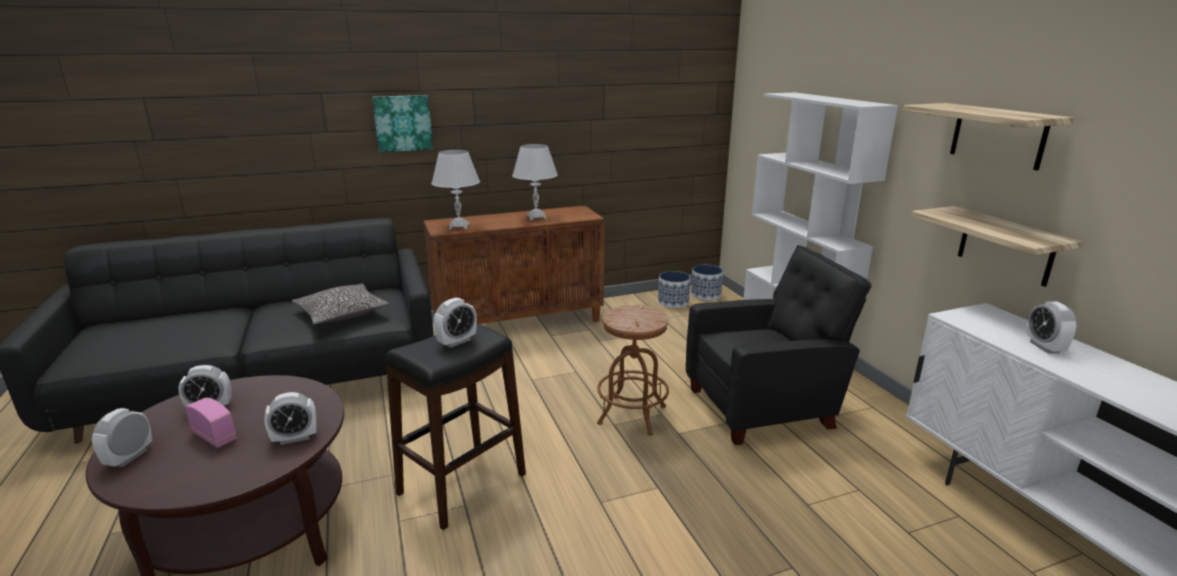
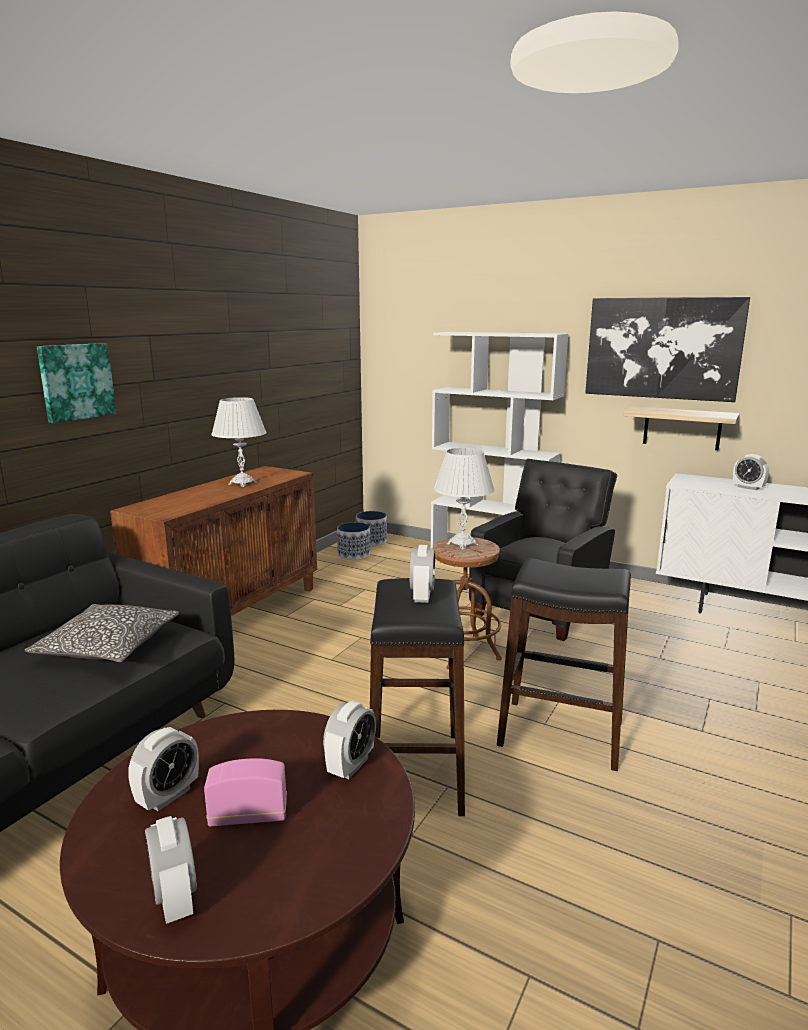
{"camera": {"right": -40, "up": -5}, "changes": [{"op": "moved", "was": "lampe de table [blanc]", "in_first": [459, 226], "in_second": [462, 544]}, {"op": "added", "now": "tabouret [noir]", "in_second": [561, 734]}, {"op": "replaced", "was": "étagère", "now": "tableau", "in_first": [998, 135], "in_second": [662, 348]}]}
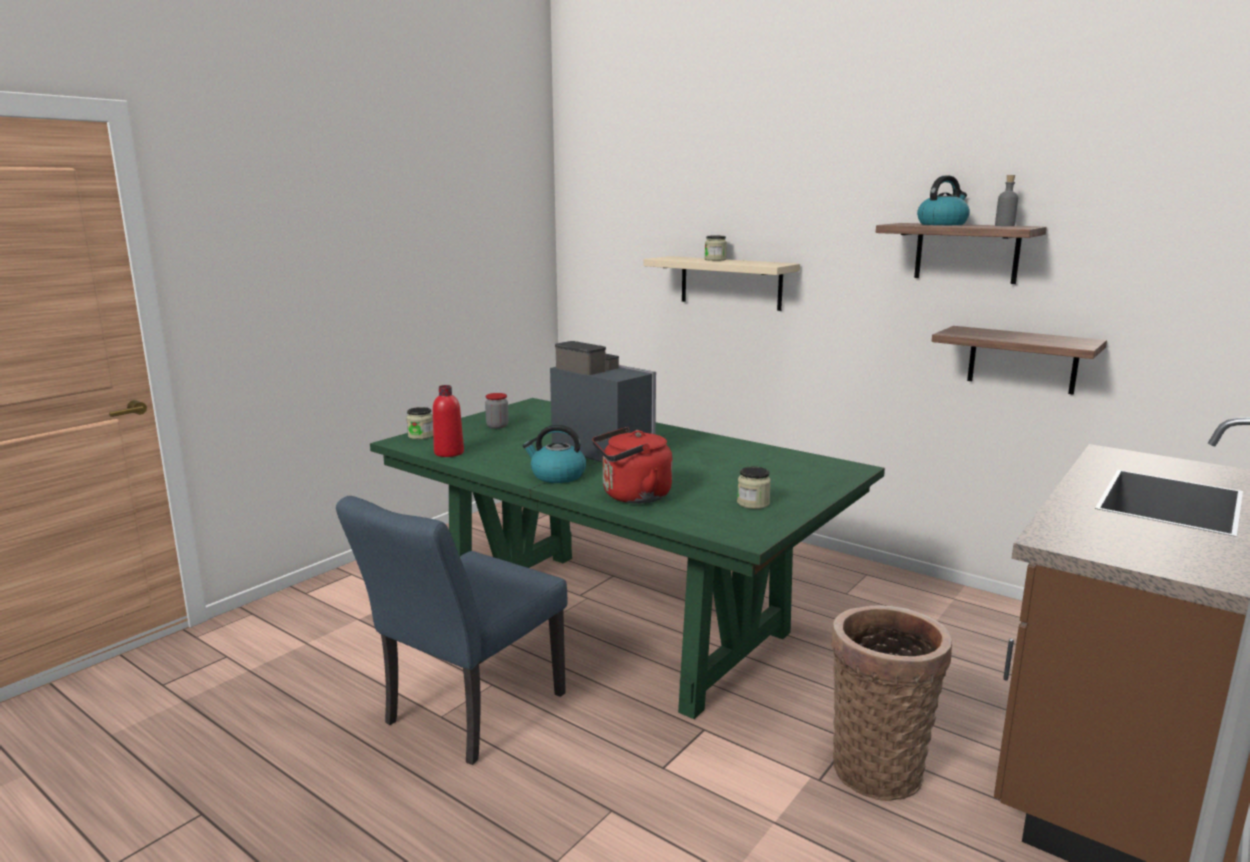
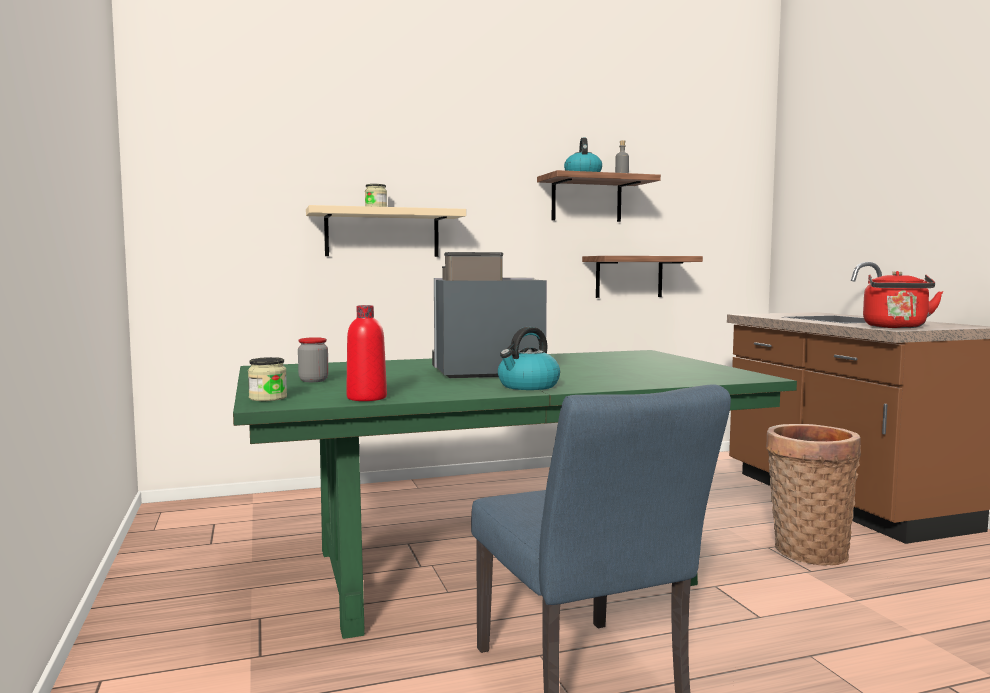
{"camera": {"right": -55, "up": -10}, "changes": [{"op": "moved", "was": "bouilloire [rouge]", "in_first": [632, 496], "in_second": [896, 327]}, {"op": "removed", "was": "bocal", "in_first": [753, 503]}]}
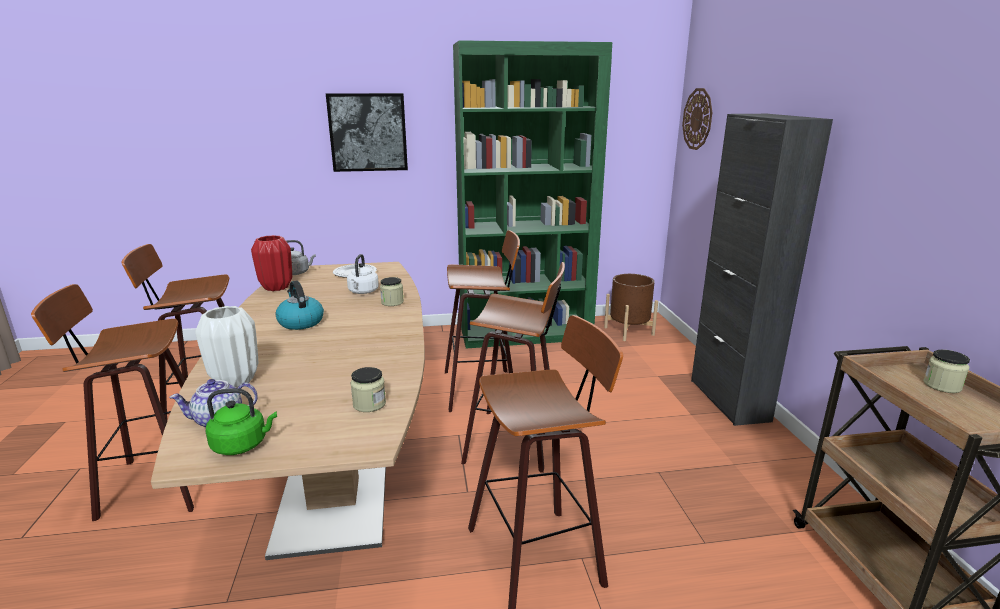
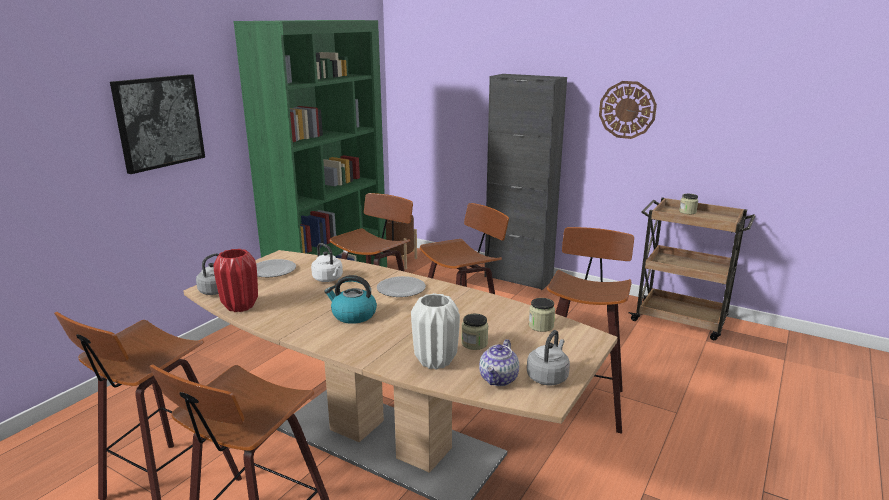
{"camera": {"right": -50, "up": 0}, "changes": [{"op": "added", "now": "assiette", "in_second": [401, 289]}, {"op": "moved", "was": "bocal", "in_first": [392, 302], "in_second": [474, 343]}, {"op": "recoloured", "was": "bouilloire [vert]", "now": "bouilloire [gris]", "in_first": [242, 445], "in_second": [548, 377]}, {"op": "moved", "was": "horloge murale", "in_first": [697, 119], "in_second": [627, 110]}]}
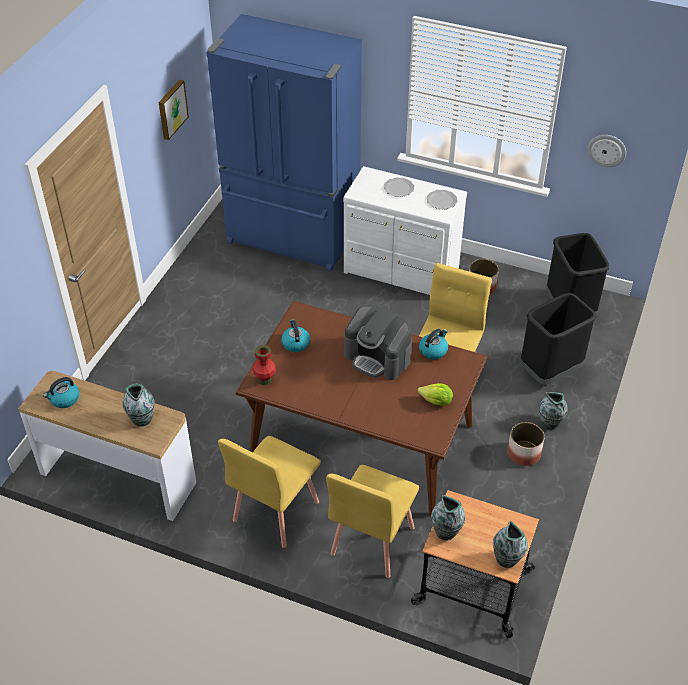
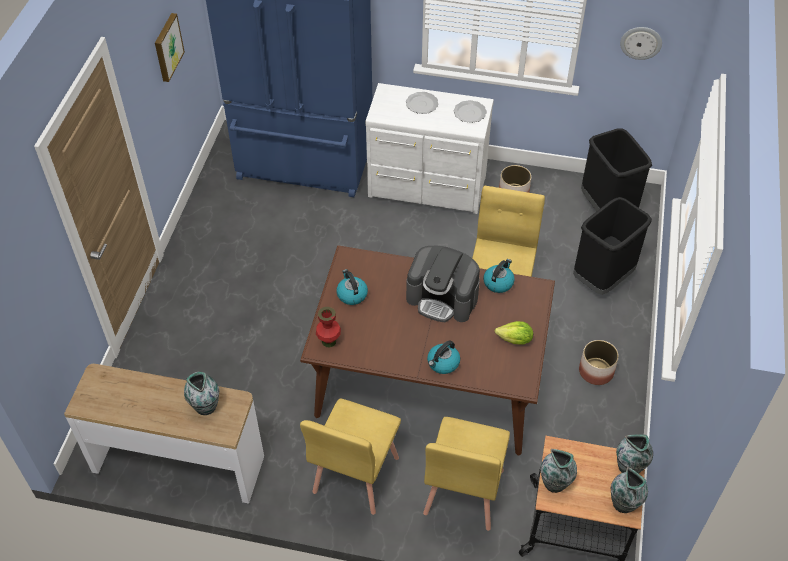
{"camera": {"right": -10, "up": 5}, "changes": [{"op": "moved", "was": "bouilloire", "in_first": [64, 399], "in_second": [443, 363]}, {"op": "moved", "was": "vase", "in_first": [550, 423], "in_second": [629, 467]}]}
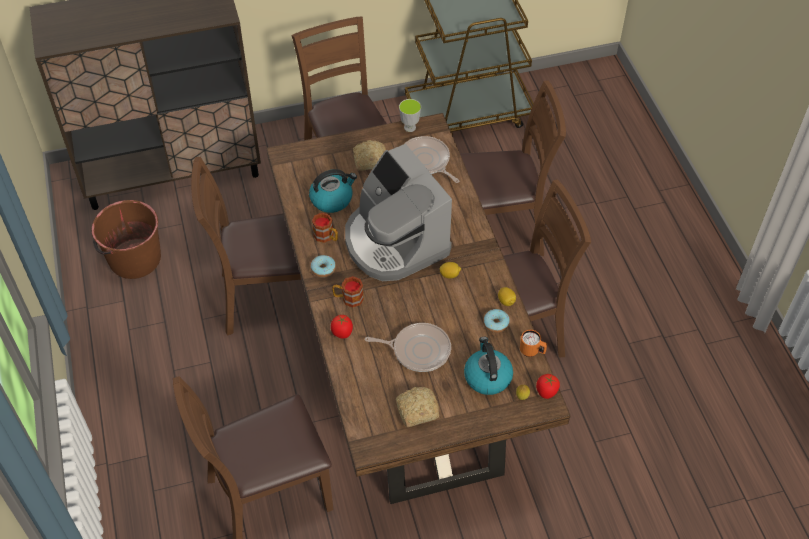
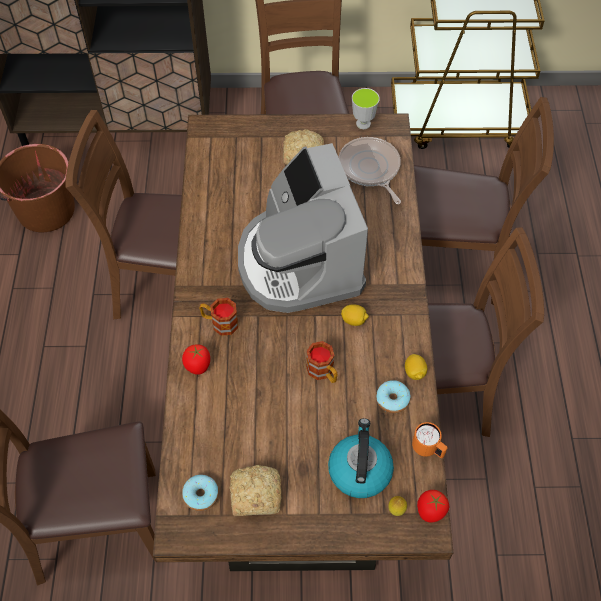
{"camera": {"right": 15, "up": 5}, "changes": [{"op": "moved", "was": "beignet", "in_first": [323, 269], "in_second": [201, 495]}, {"op": "moved", "was": "mug", "in_first": [326, 237], "in_second": [323, 372]}, {"op": "removed", "was": "bouilloire", "in_first": [332, 199]}, {"op": "removed", "was": "poêle", "in_first": [418, 350]}]}
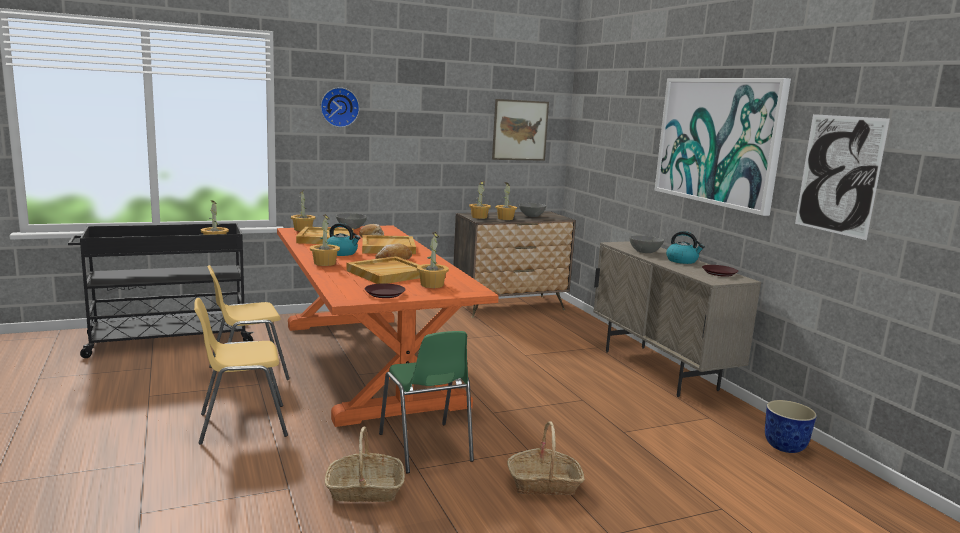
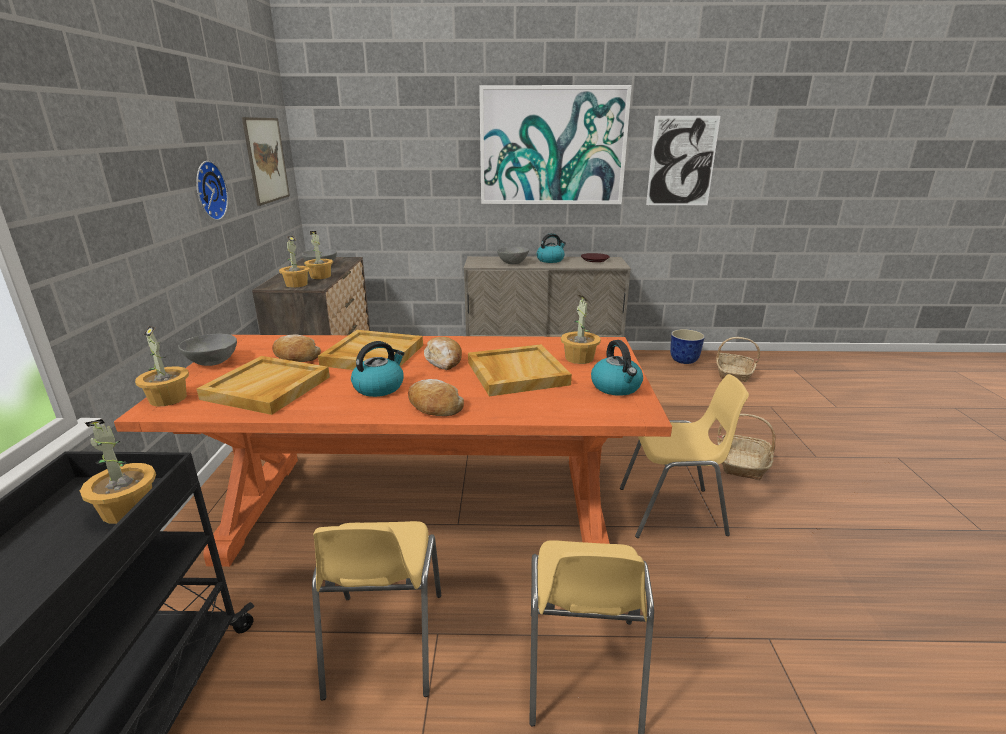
{"camera": {"right": -65, "up": 10}, "changes": [{"op": "moved", "was": "horloge murale", "in_first": [339, 107], "in_second": [208, 190]}, {"op": "replaced", "was": "plante en pot", "now": "pain", "in_first": [324, 263], "in_second": [434, 406]}, {"op": "replaced", "was": "assiette [marron]", "now": "bouilloire", "in_first": [385, 294], "in_second": [616, 387]}, {"op": "recoloured", "was": "chaise [vert]", "now": "chaise [jaune]", "in_first": [425, 448], "in_second": [673, 512]}, {"op": "moved", "was": "panier", "in_first": [364, 490], "in_second": [733, 373]}]}
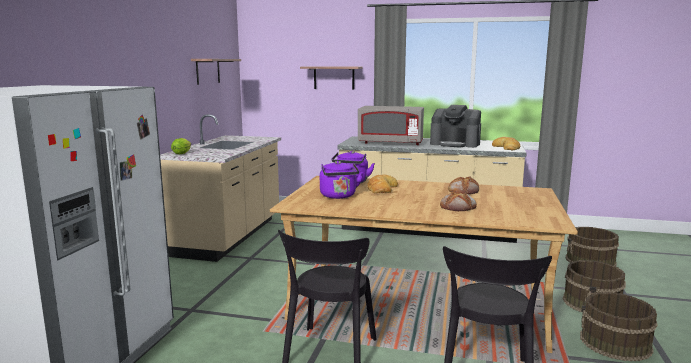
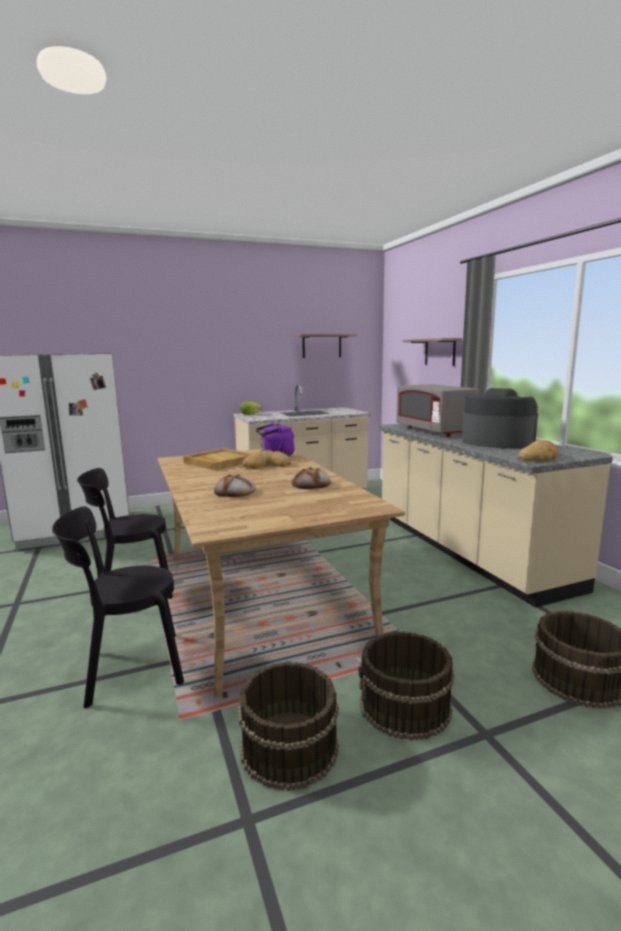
{"camera": {"right": 55, "up": 0}, "changes": [{"op": "replaced", "was": "bouilloire [violet]", "now": "plateau [beige]", "in_first": [339, 196], "in_second": [219, 462]}, {"op": "turned", "was": "machine à café", "in_first": [455, 144], "in_second": [497, 442], "clockwise": 135}]}
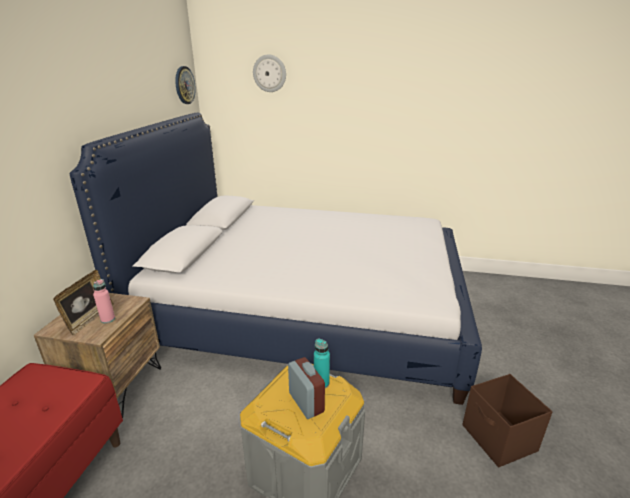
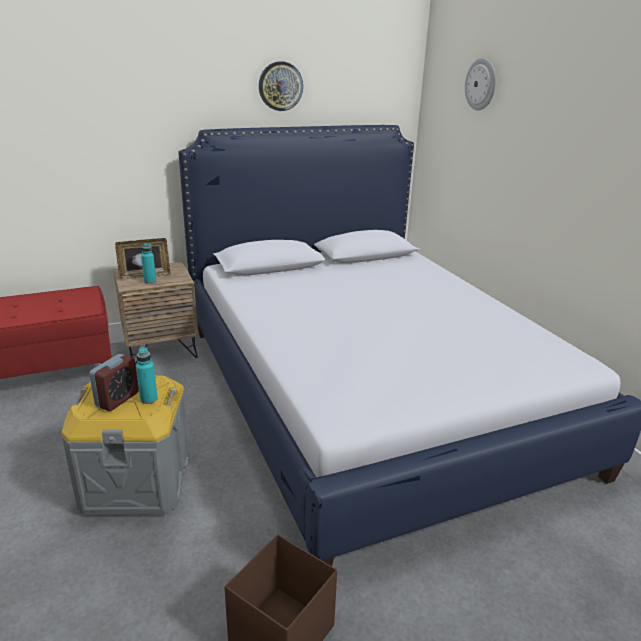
{"camera": {"right": 55, "up": 0}, "changes": [{"op": "recoloured", "was": "bouteille [rose]", "now": "bouteille [turquoise]", "in_first": [108, 319], "in_second": [150, 281]}, {"op": "moved", "was": "horloge murale", "in_first": [184, 85], "in_second": [280, 86]}]}
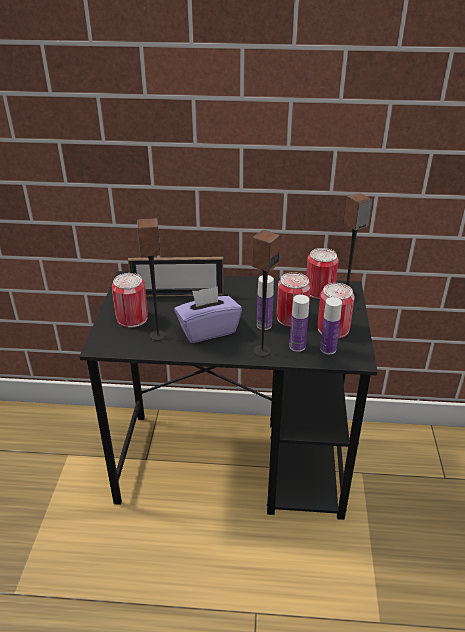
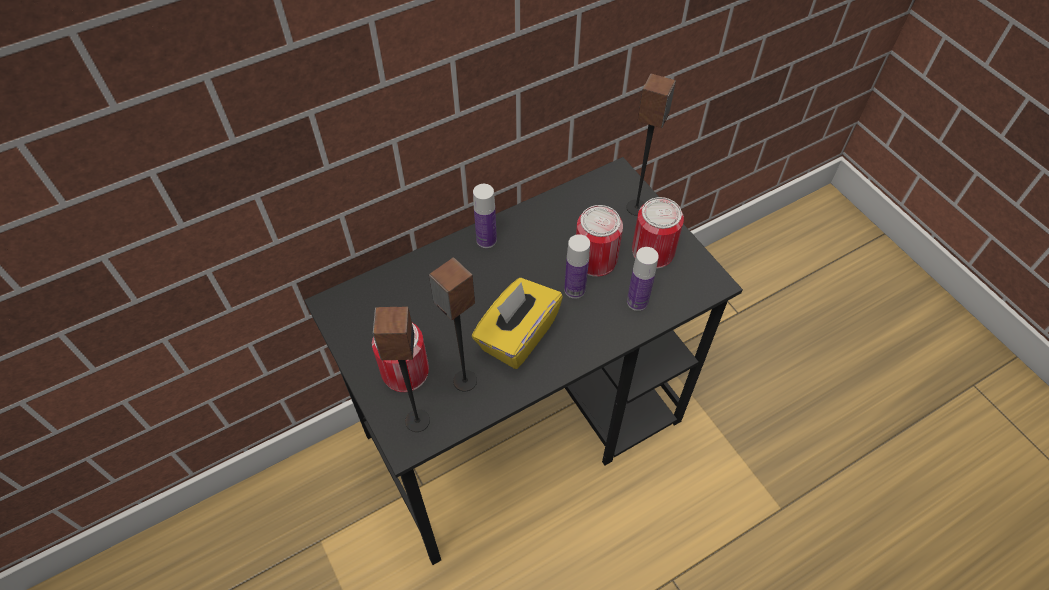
{"camera": {"right": -35, "up": 20}, "changes": [{"op": "moved", "was": "enceinte", "in_first": [262, 351], "in_second": [417, 420]}, {"op": "recoloured", "was": "boîte à mouchoirs [violet]", "now": "boîte à mouchoirs [jaune]", "in_first": [208, 330], "in_second": [517, 336]}, {"op": "moved", "was": "bouteille", "in_first": [328, 349], "in_second": [486, 240]}, {"op": "removed", "was": "cadre photo", "in_first": [177, 295]}, {"op": "removed", "was": "boîte métallique", "in_first": [319, 291]}]}
